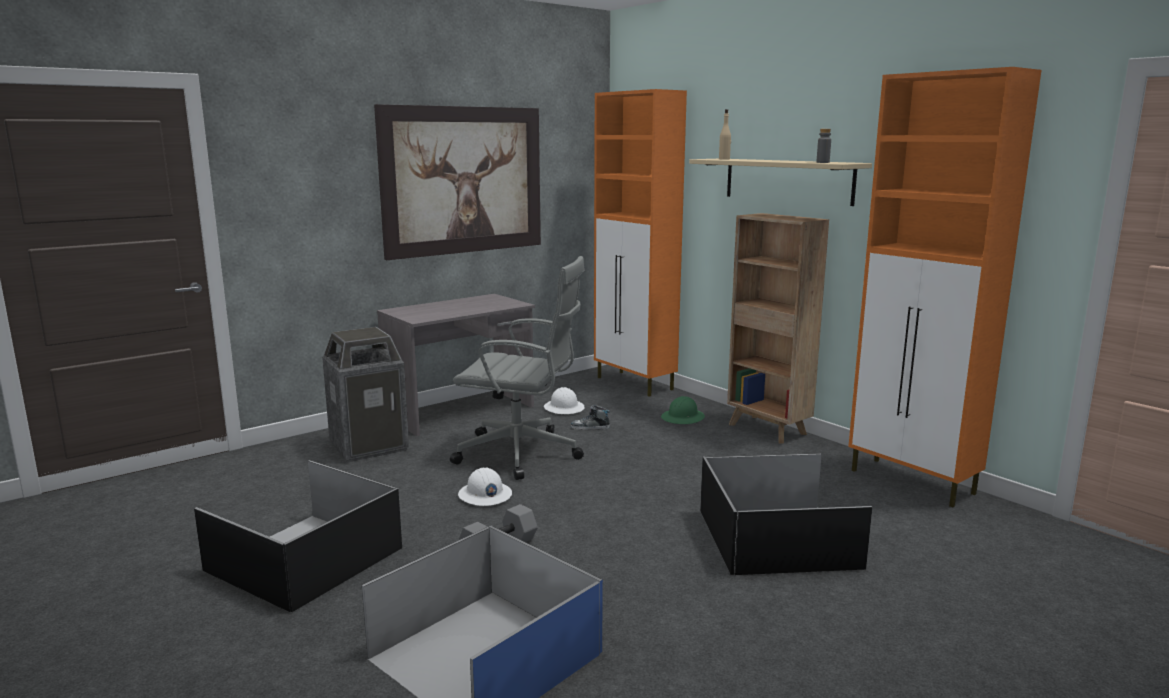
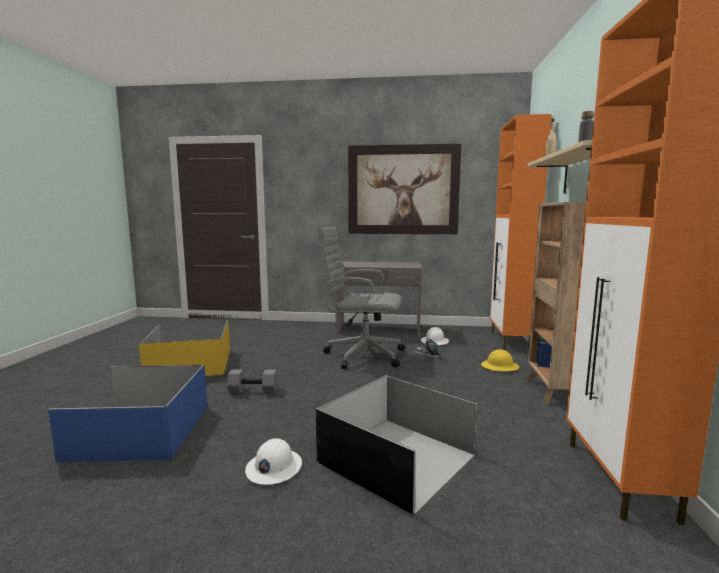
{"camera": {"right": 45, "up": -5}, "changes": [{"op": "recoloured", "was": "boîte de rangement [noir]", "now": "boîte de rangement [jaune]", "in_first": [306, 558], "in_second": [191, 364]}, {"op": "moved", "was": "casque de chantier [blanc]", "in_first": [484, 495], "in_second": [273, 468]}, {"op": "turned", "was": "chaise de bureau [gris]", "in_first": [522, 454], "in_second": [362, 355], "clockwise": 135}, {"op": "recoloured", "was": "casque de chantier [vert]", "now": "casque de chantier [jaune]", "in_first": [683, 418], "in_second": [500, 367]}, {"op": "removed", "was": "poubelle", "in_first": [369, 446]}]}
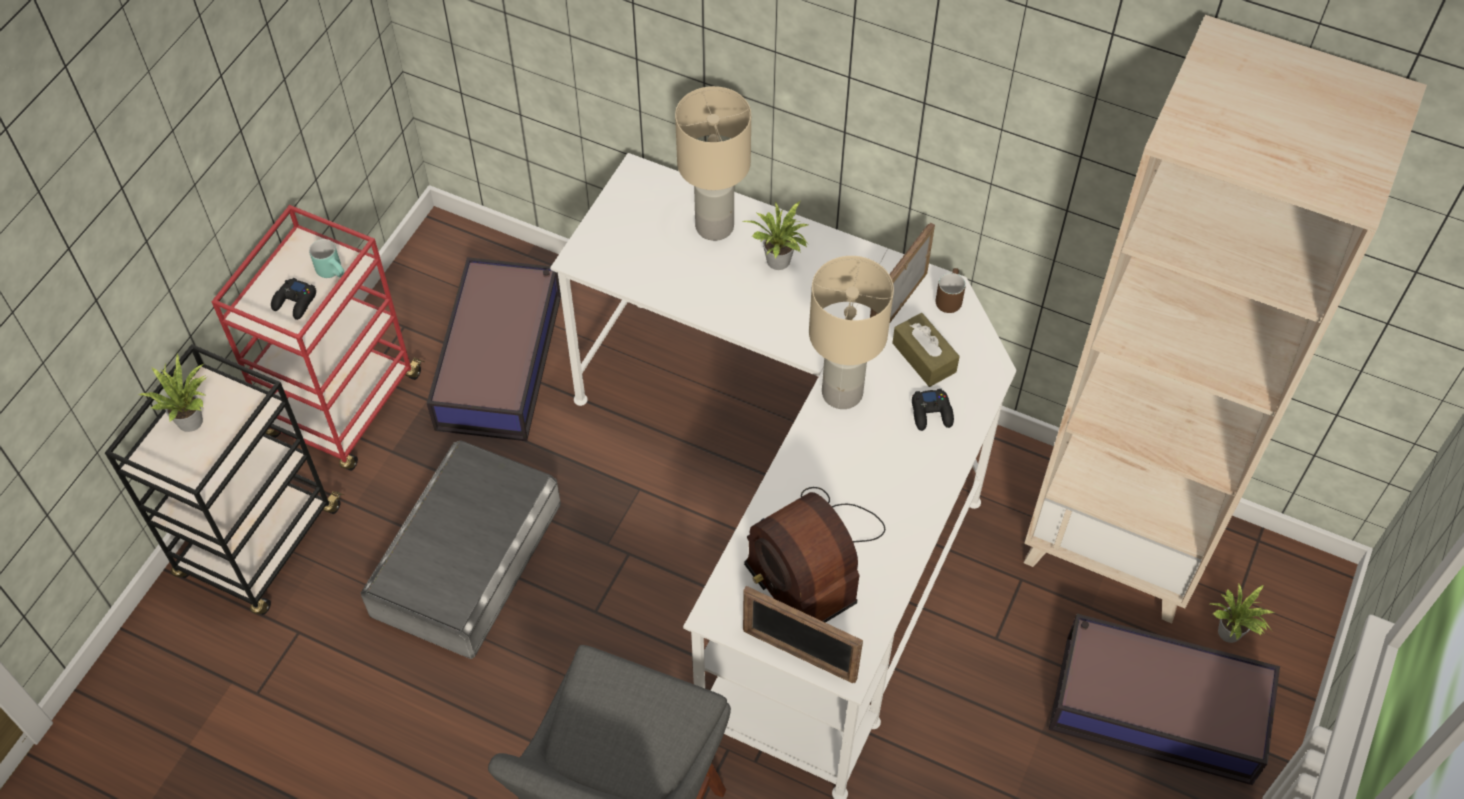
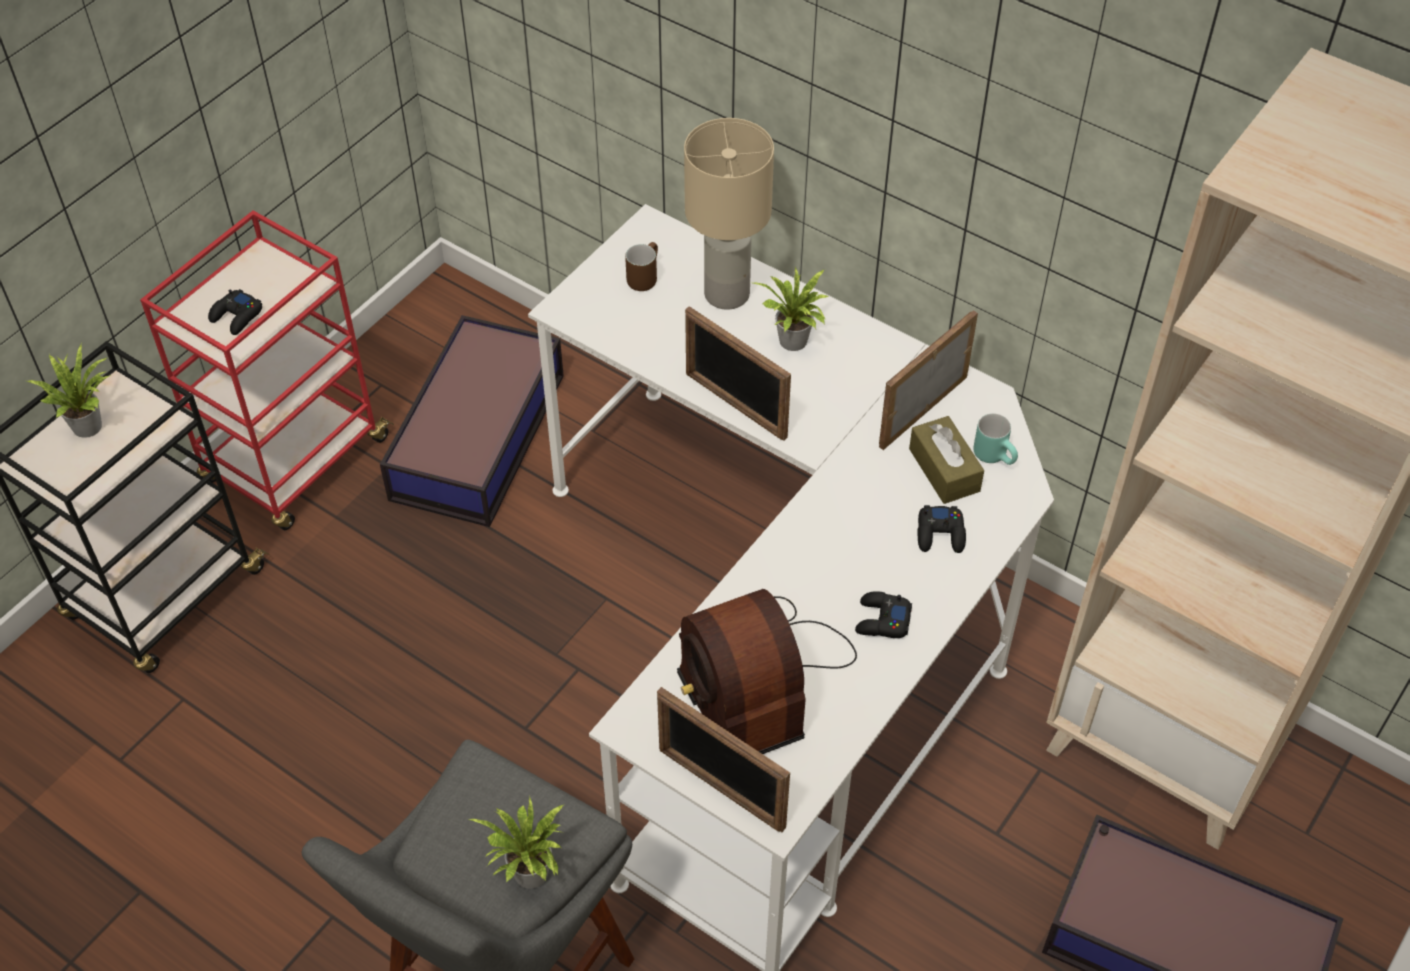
{"camera": {"right": 10, "up": -5}, "changes": [{"op": "moved", "was": "plante en pot", "in_first": [1230, 635], "in_second": [530, 877]}, {"op": "moved", "was": "mug [marron]", "in_first": [947, 298], "in_second": [643, 276]}, {"op": "added", "now": "cadre photo", "in_second": [735, 405]}, {"op": "added", "now": "manette [noir]", "in_second": [882, 620]}, {"op": "moved", "was": "mug [turquoise]", "in_first": [334, 271], "in_second": [996, 456]}, {"op": "removed", "was": "boîte de rangement [gris]", "in_first": [466, 557]}, {"op": "removed", "was": "lampe de table [beige]", "in_first": [843, 394]}]}
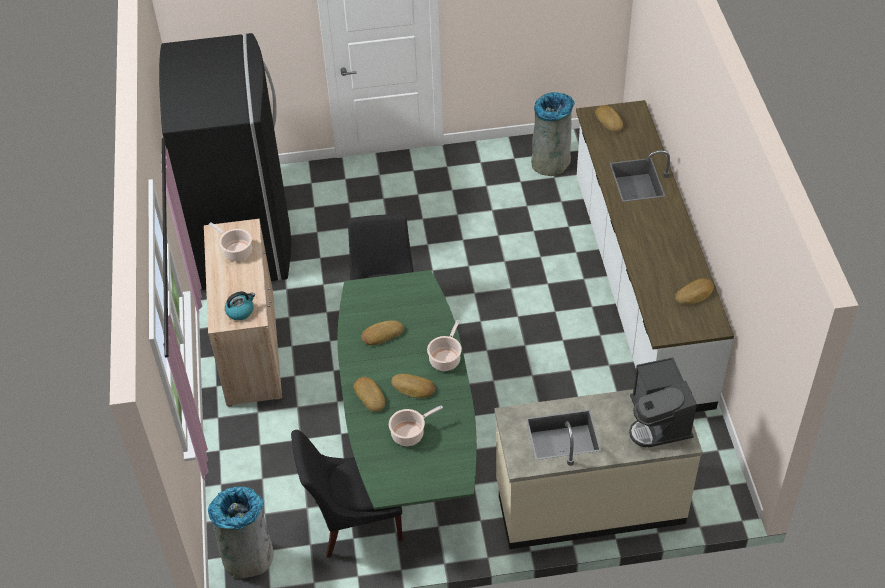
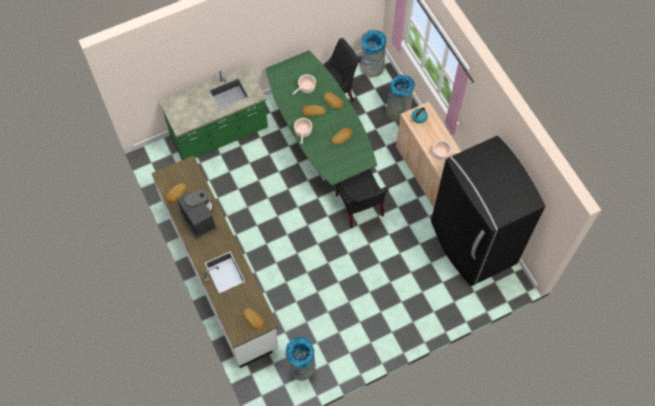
{"camera": {"right": 160, "up": 15}, "changes": [{"op": "recoloured", "was": "comptoir de cuisine [beige]", "now": "comptoir de cuisine [vert]", "in_first": [589, 502], "in_second": [220, 134]}, {"op": "moved", "was": "machine à café", "in_first": [658, 421], "in_second": [199, 219]}, {"op": "added", "now": "poubelle [gris]", "in_second": [398, 111]}]}
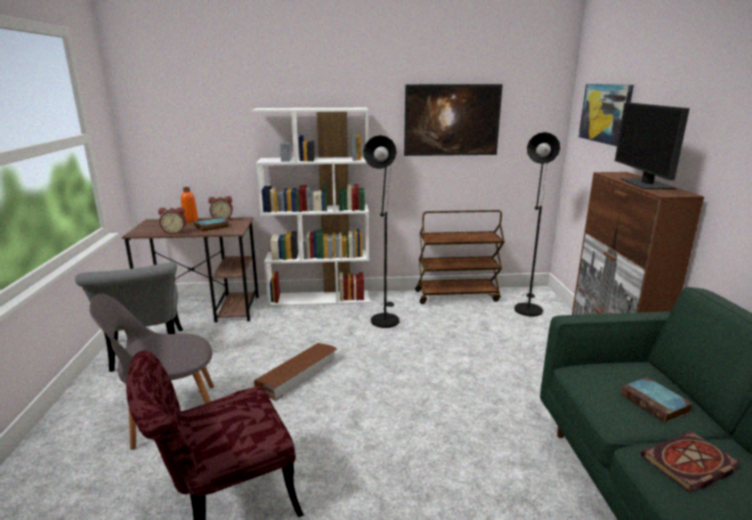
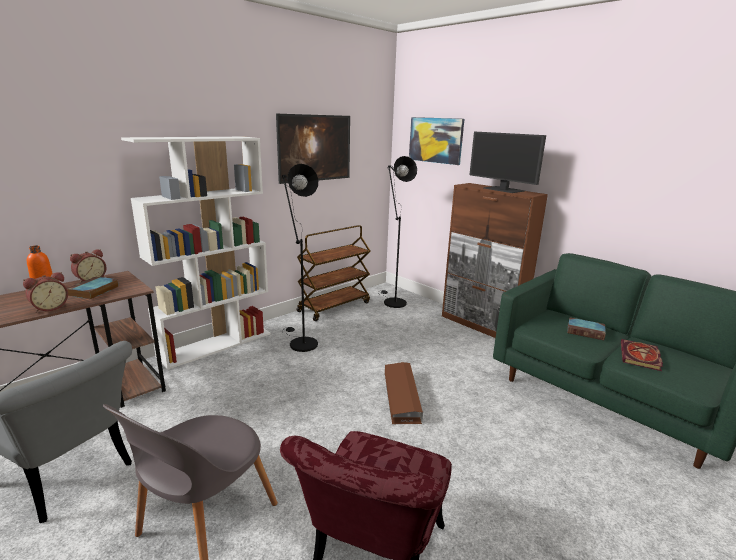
{"camera": {"right": -40, "up": 0}, "changes": [{"op": "moved", "was": "boîte de rangement [marron]", "in_first": [299, 374], "in_second": [401, 396]}]}
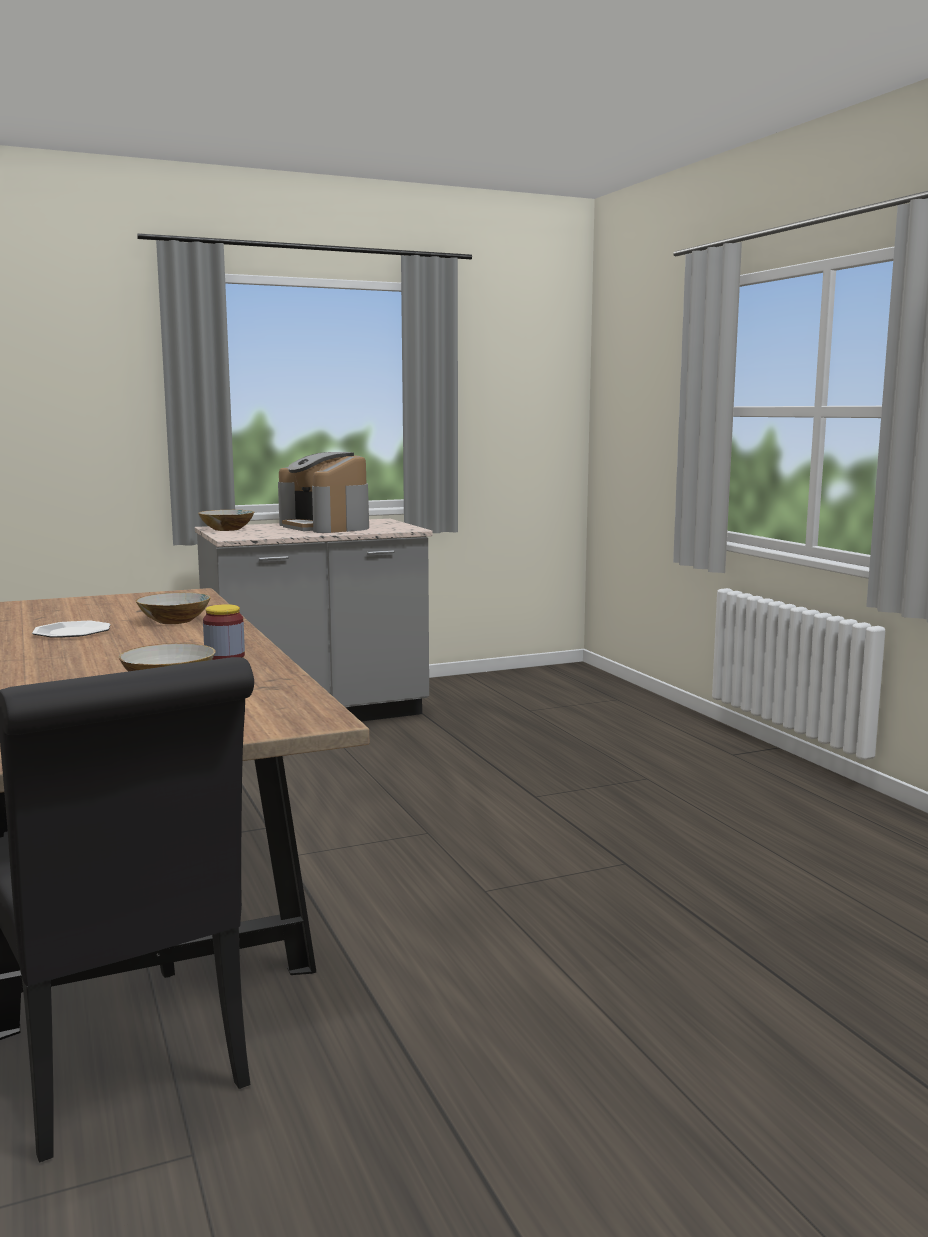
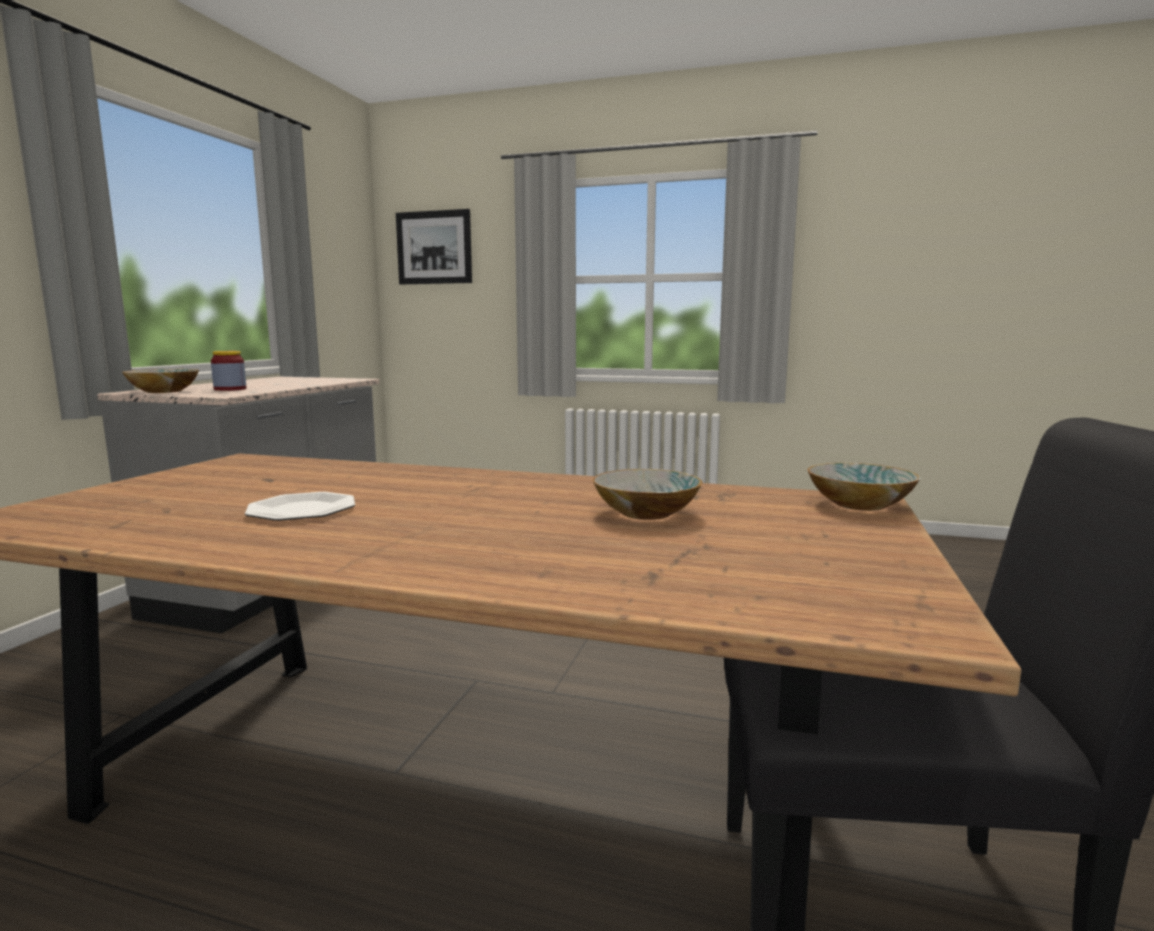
{"camera": {"right": -50, "up": 0}, "changes": [{"op": "moved", "was": "bocal", "in_first": [224, 656], "in_second": [230, 389]}, {"op": "added", "now": "tableau", "in_second": [434, 247]}, {"op": "moved", "was": "bol", "in_first": [174, 621], "in_second": [861, 504]}, {"op": "removed", "was": "machine à café", "in_first": [326, 527]}]}
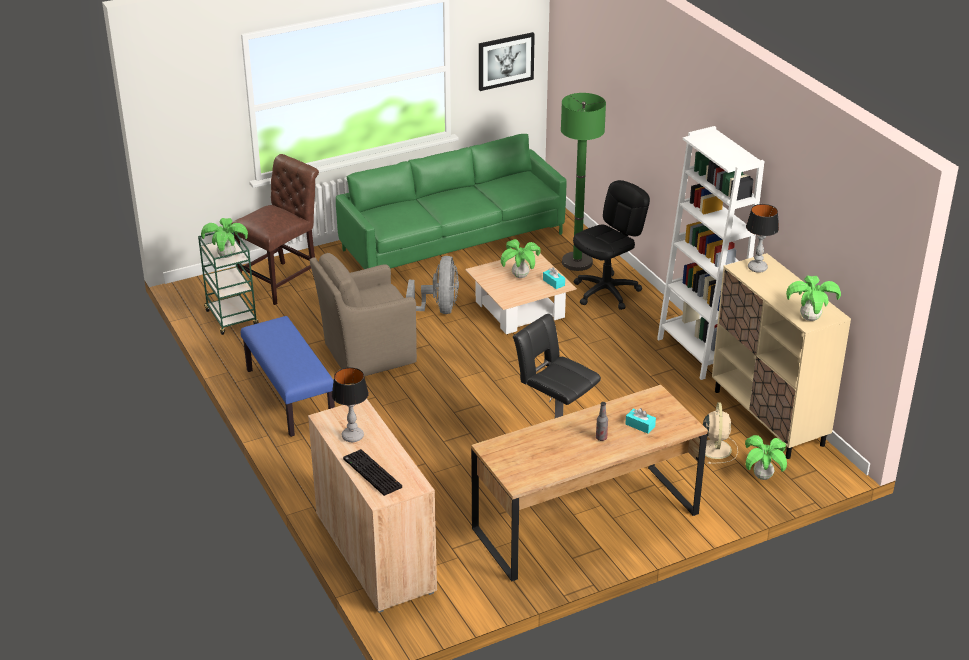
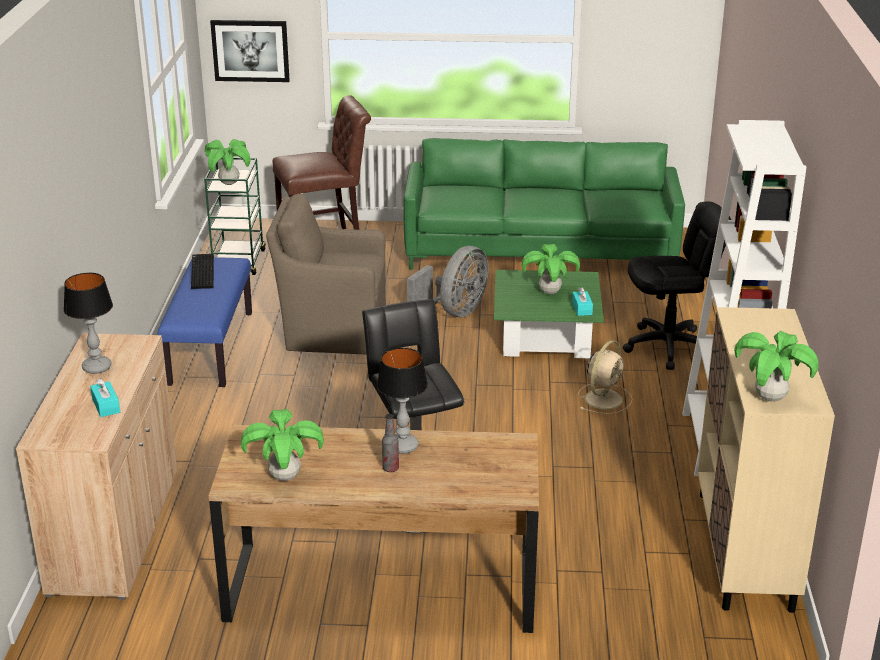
{"camera": {"right": 30, "up": -5}, "changes": [{"op": "moved", "was": "boîte à mouchoirs [turquoise]", "in_first": [640, 425], "in_second": [106, 406]}, {"op": "moved", "was": "clavier", "in_first": [370, 473], "in_second": [201, 272]}, {"op": "moved", "was": "tableau", "in_first": [505, 61], "in_second": [250, 50]}, {"op": "moved", "was": "plante en pot", "in_first": [763, 476], "in_second": [285, 477]}, {"op": "moved", "was": "lampe de table", "in_first": [757, 268], "in_second": [403, 446]}, {"op": "recoloured", "was": "table basse [beige]", "now": "table basse [vert]", "in_first": [519, 309], "in_second": [545, 336]}, {"op": "moved", "was": "ventilateur [beige]", "in_first": [715, 448], "in_second": [604, 398]}, {"op": "removed", "was": "lampadaire [vert]", "in_first": [577, 262]}]}
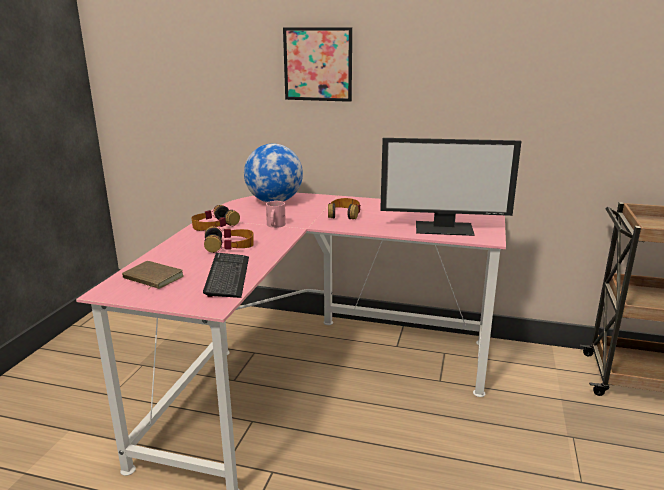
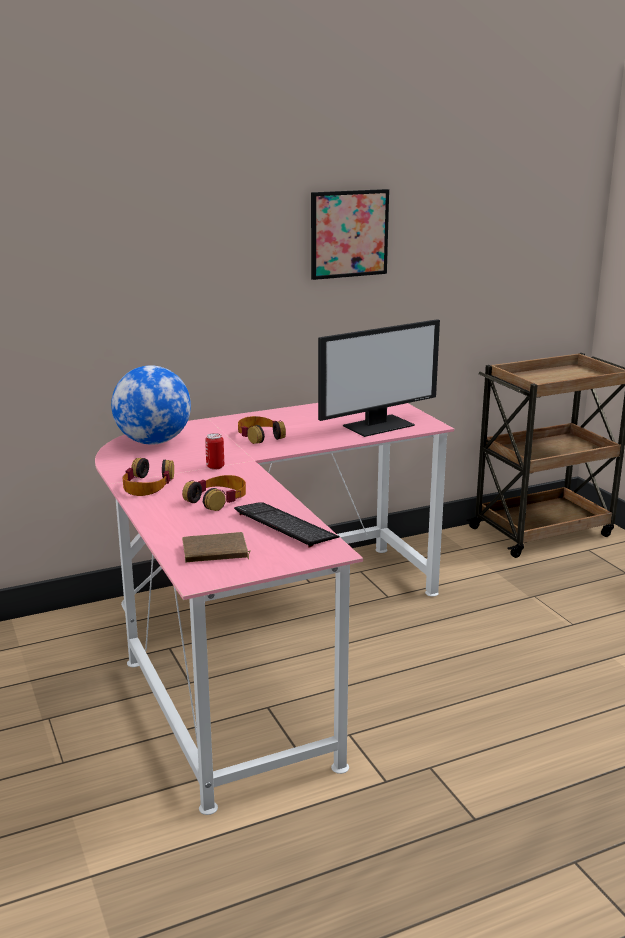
{"camera": {"right": -40, "up": 0}, "changes": [{"op": "replaced", "was": "mug [rose]", "now": "boîte métallique", "in_first": [274, 225], "in_second": [215, 467]}, {"op": "moved", "was": "tableau", "in_first": [318, 64], "in_second": [349, 234]}]}
